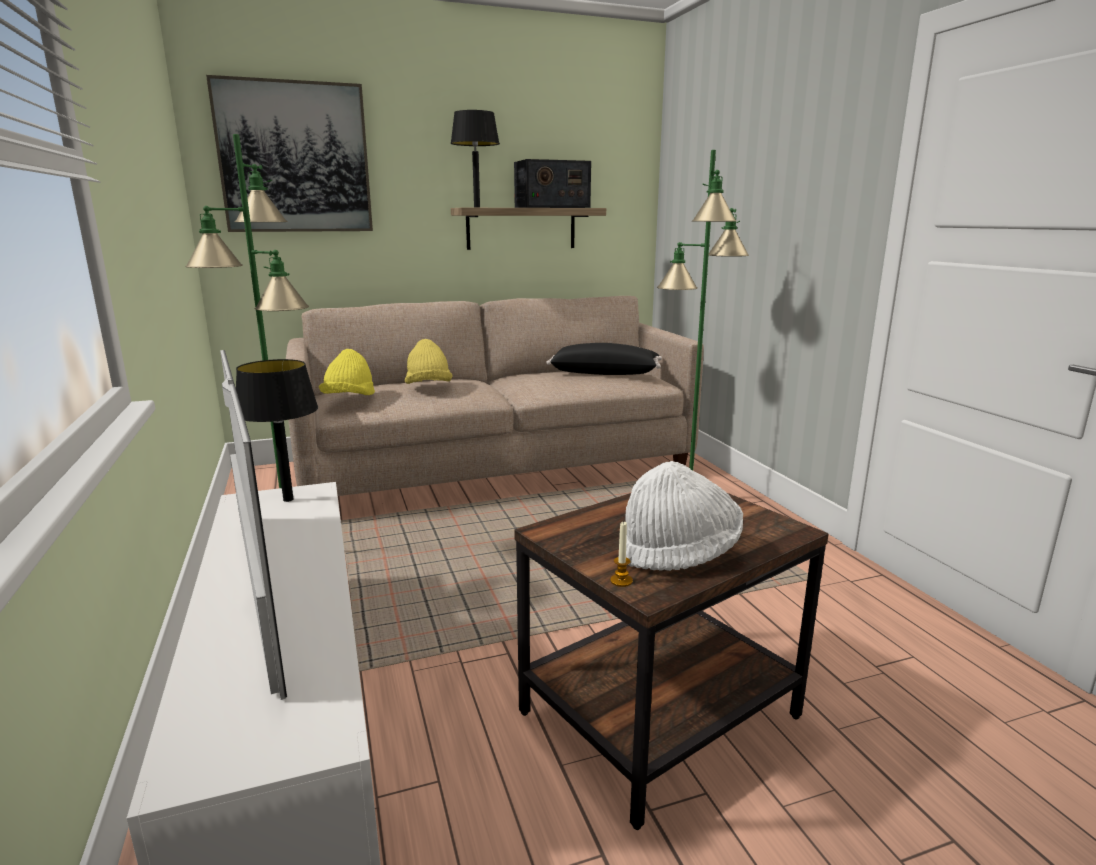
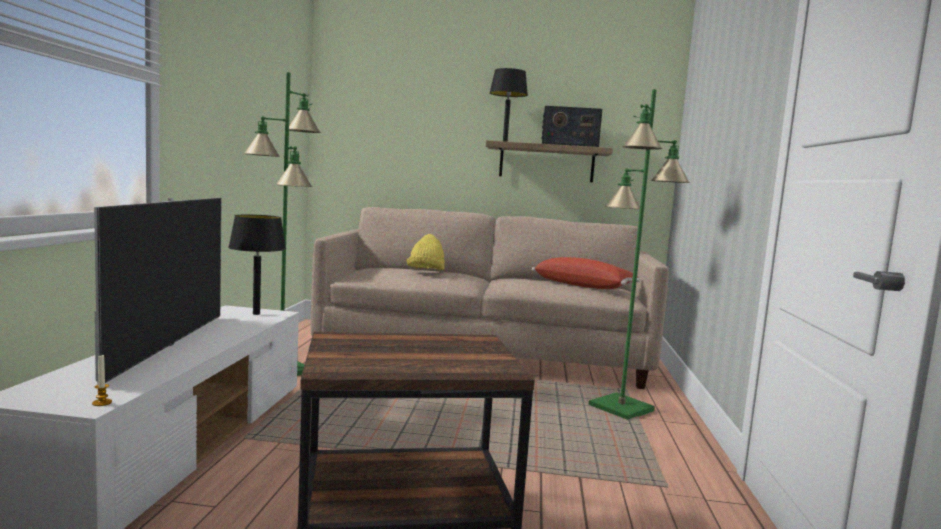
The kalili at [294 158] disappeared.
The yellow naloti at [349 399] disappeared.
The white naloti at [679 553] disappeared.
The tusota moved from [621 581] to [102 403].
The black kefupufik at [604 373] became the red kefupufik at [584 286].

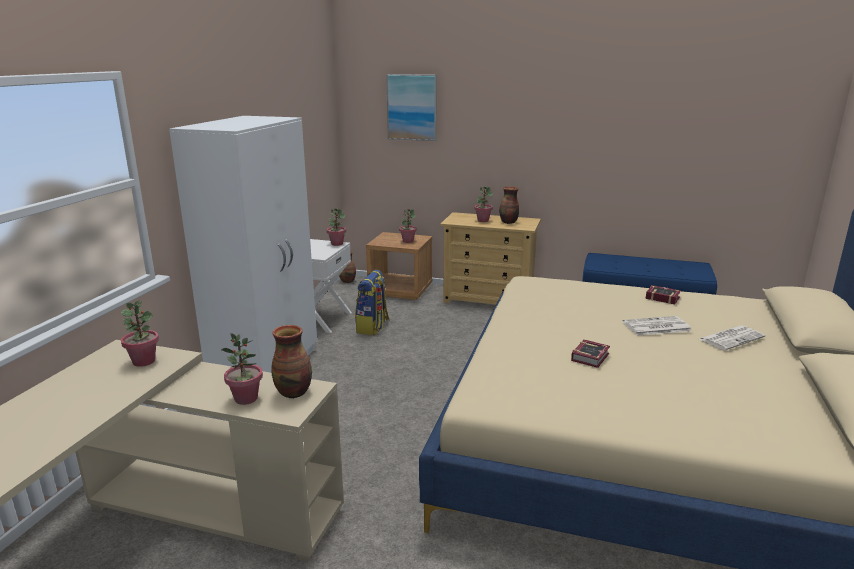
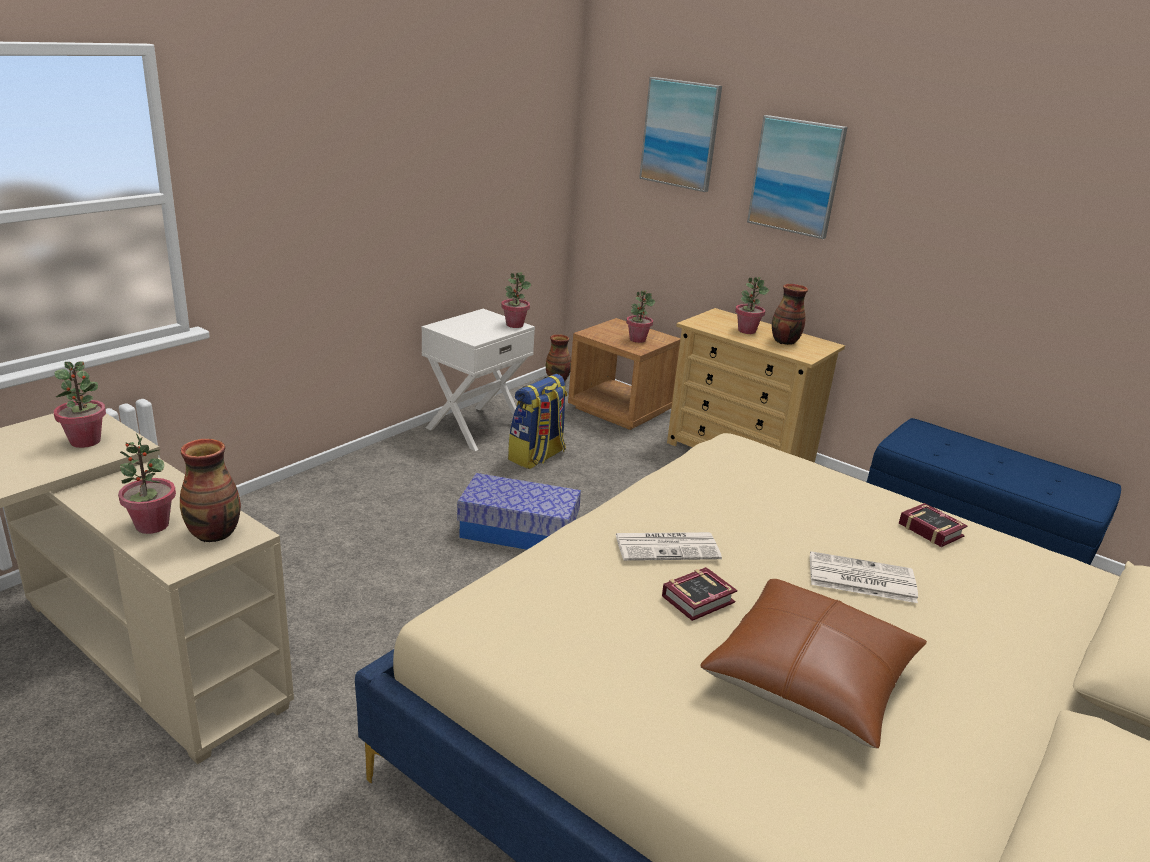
The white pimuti at [267 369] disappeared.
The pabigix at [518 531] appeared.
The brown kefupufik at [810 678] appeared.
The kalili at [796 176] appeared.
The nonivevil moved from [731 338] to [668 547].

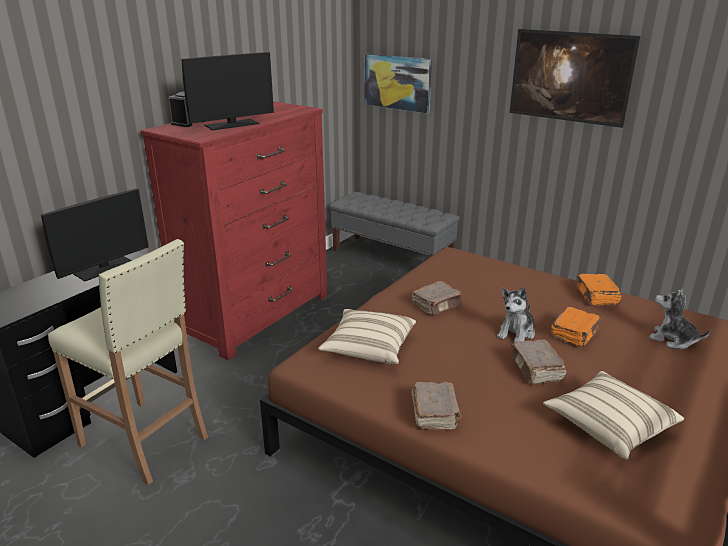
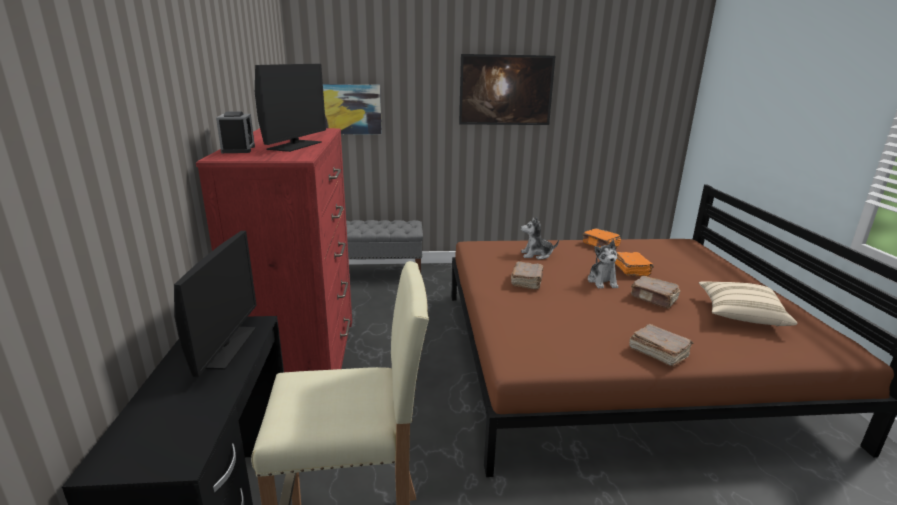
The beige kefupufik at [369 348] disappeared.
The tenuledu moved from [672 340] to [536 255].

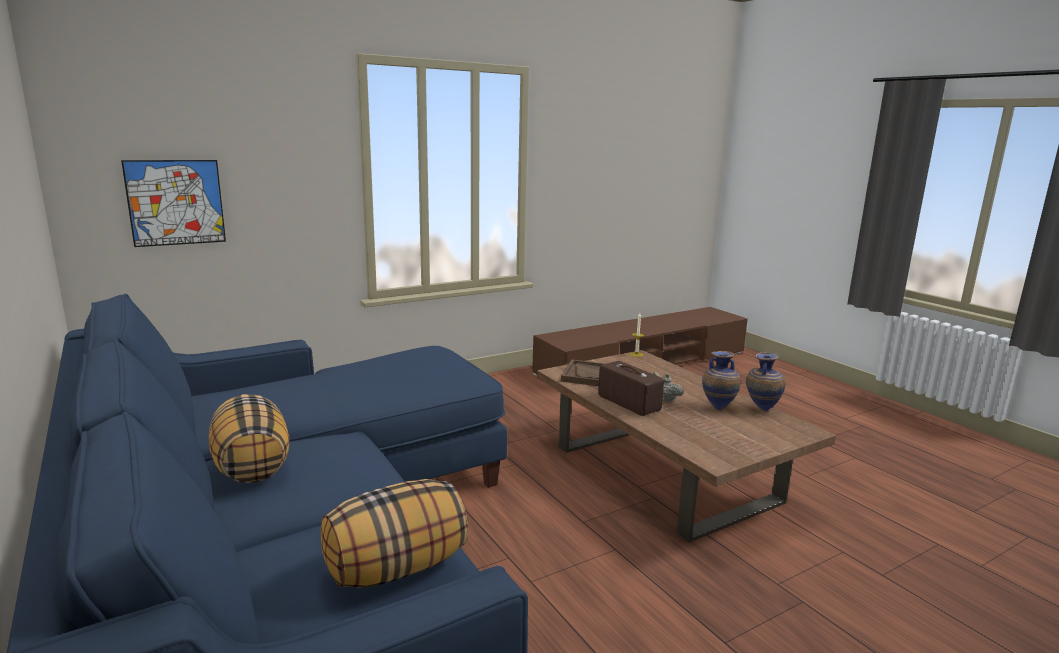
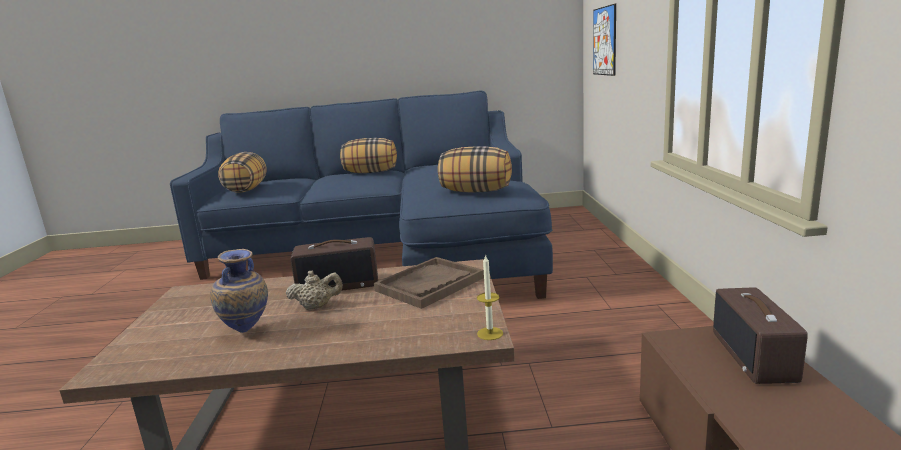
The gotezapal at [761 409] disappeared.
The kefupufik at [476 191] appeared.
The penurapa at [755 356] appeared.

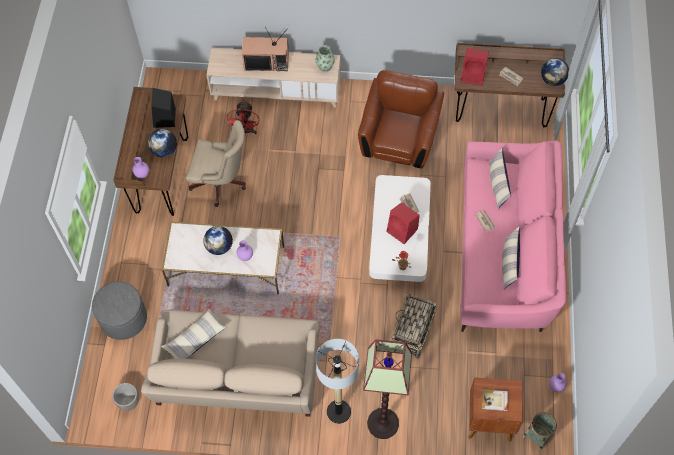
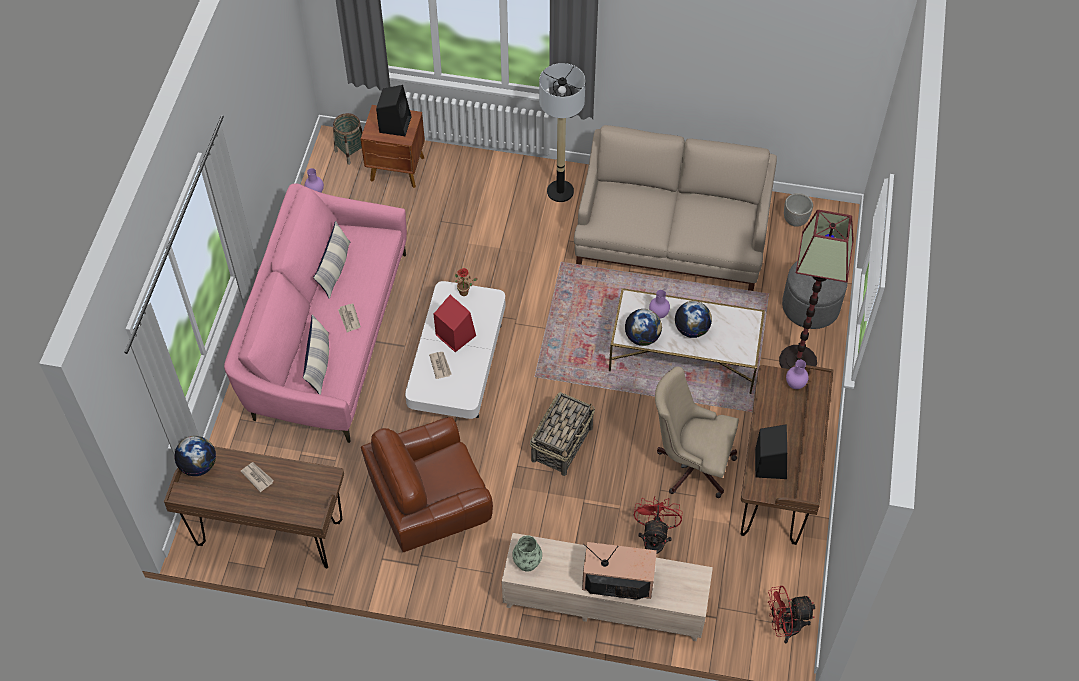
The kefupufik at [195 339] disappeared.
The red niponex at [474 75] disappeared.
The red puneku at [784 627] appeared.
The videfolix moved from [164 150] to [642 337].
The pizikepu moved from [382 423] to [798 361].
The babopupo moved from [412 333] to [562 443].
The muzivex at [494 400] was replaced by the black niponex at [395 123].
The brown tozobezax at [399 139] turned 45 degrees clockwise.

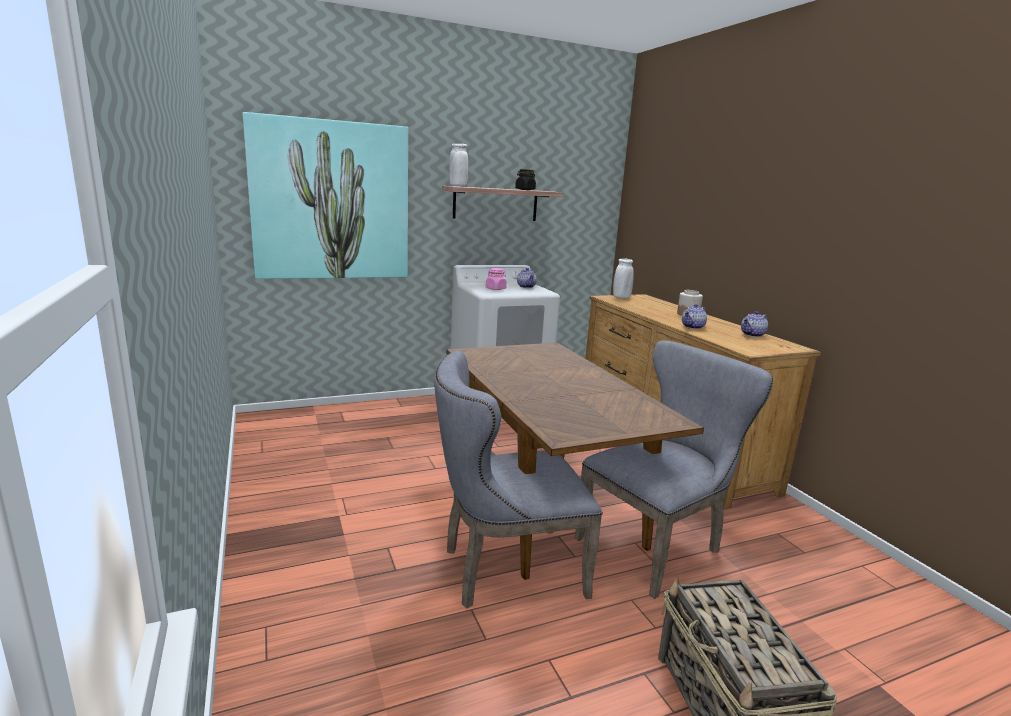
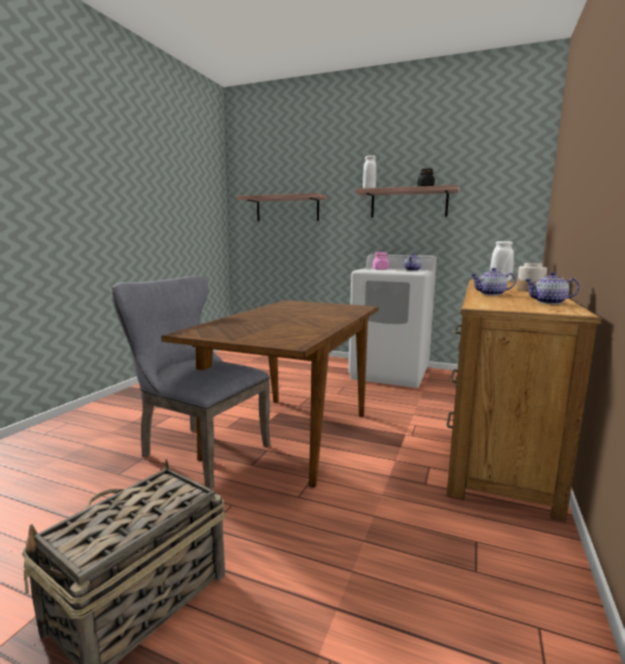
The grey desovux at [656 544] disappeared.
The kalili at [331 201] was replaced by the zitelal at [287 209].

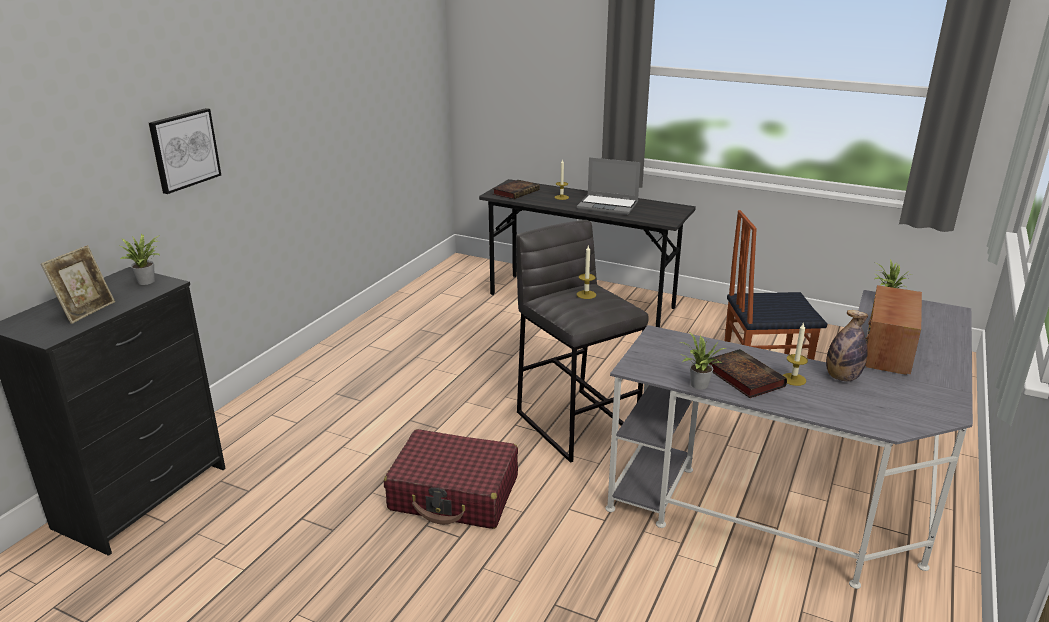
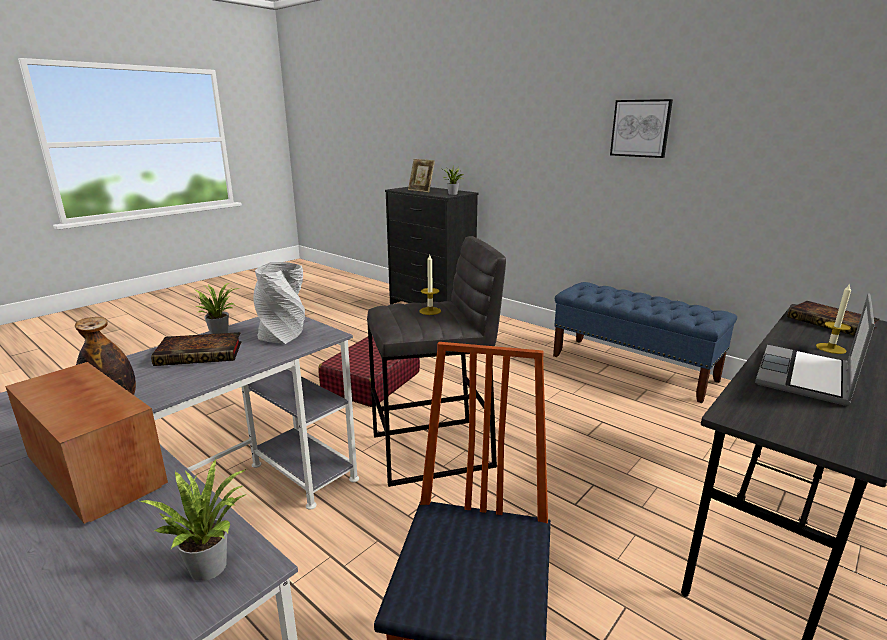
The tusota at [793 379] disappeared.
The grey gotezapal at [283 335] appeared.
The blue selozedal at [633 368] appeared.
The kalili moved from [184 150] to [640 128].

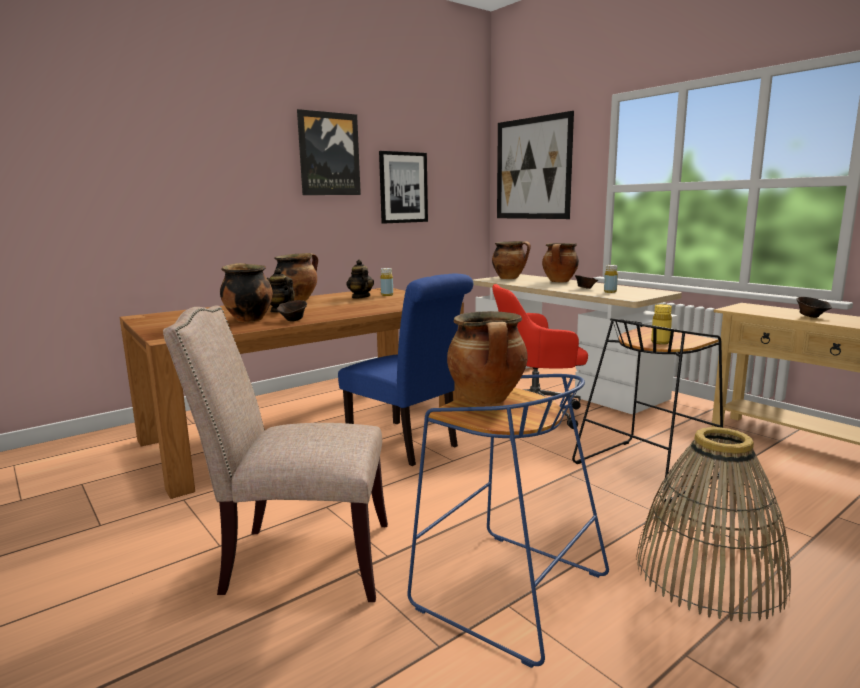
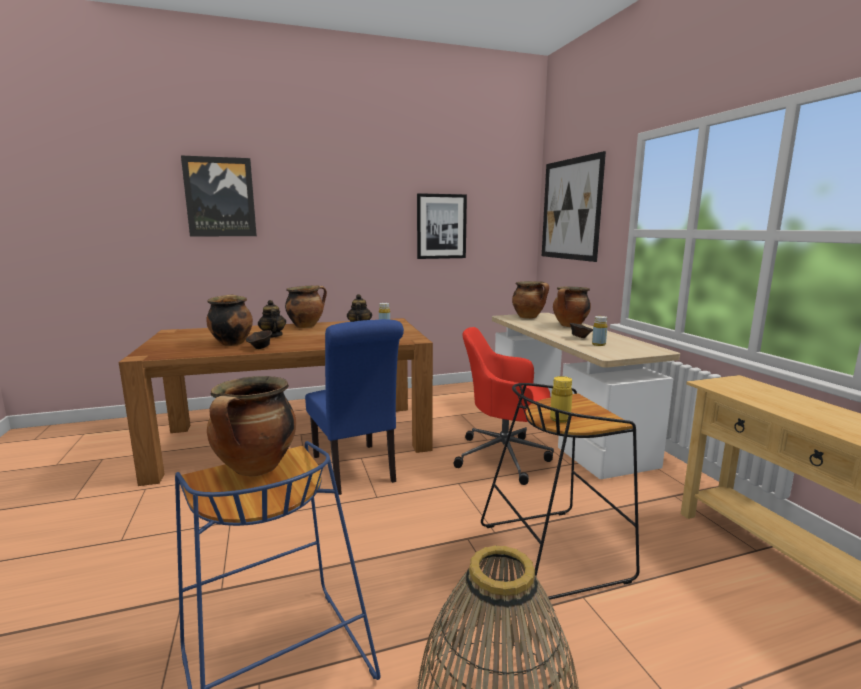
The beige desovux at [300 560] disappeared.
The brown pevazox at [811 316] disappeared.
The kalili moved from [329 154] to [220 197].

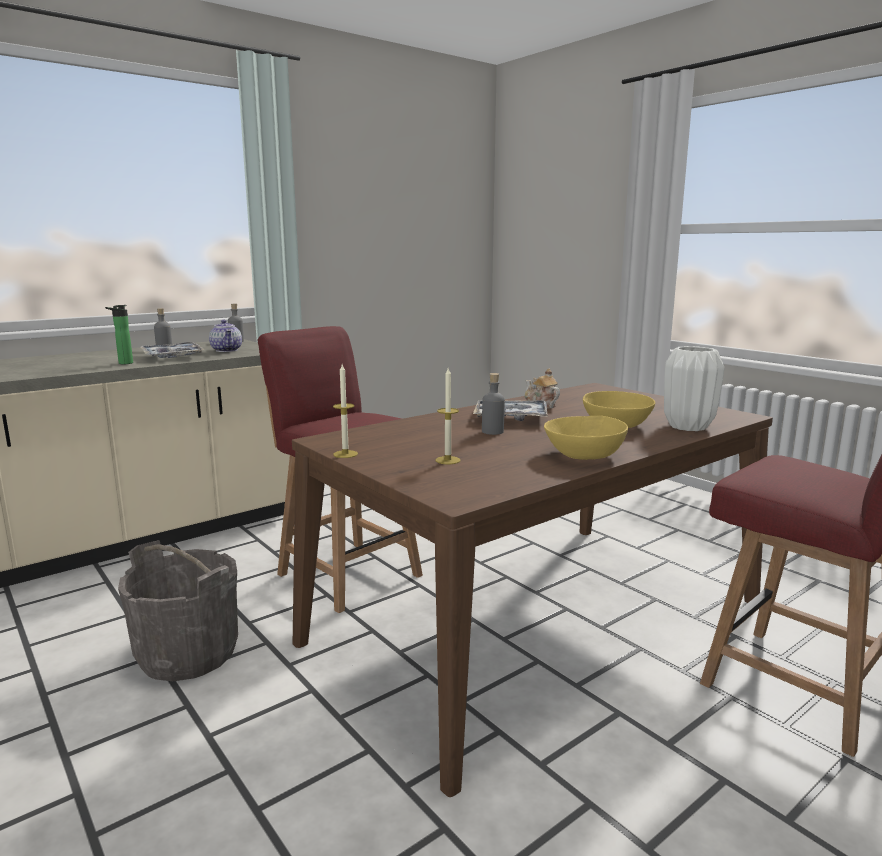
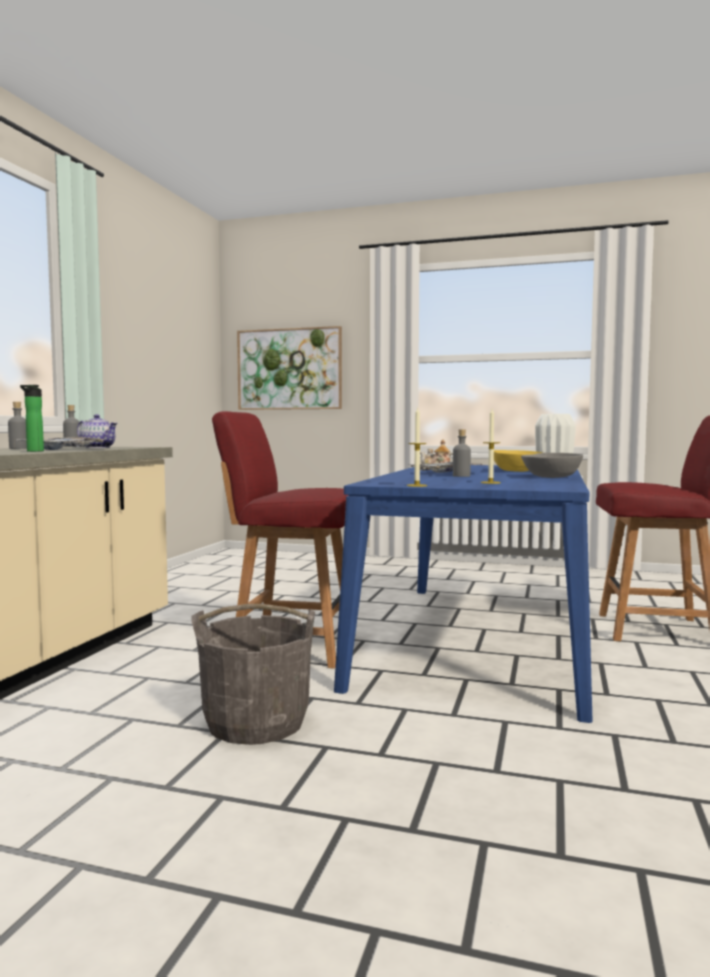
The kalili at [289 369] appeared.
The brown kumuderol at [538 621] became the blue kumuderol at [480 638].
The yellow pevazox at [583 455] became the grey pevazox at [551 477].

